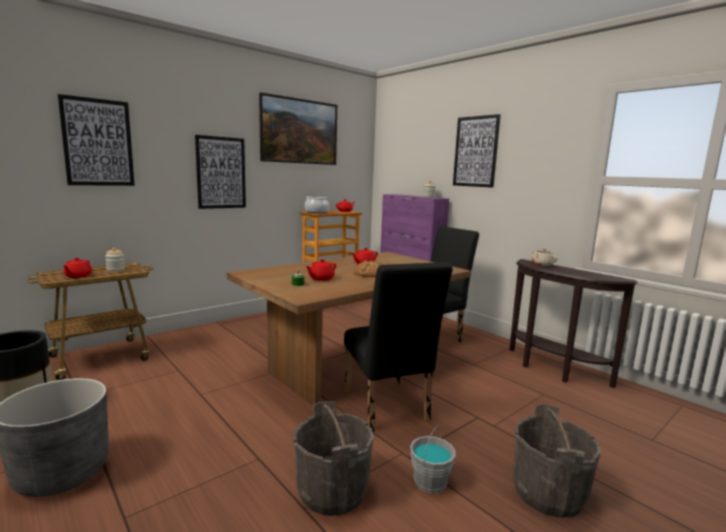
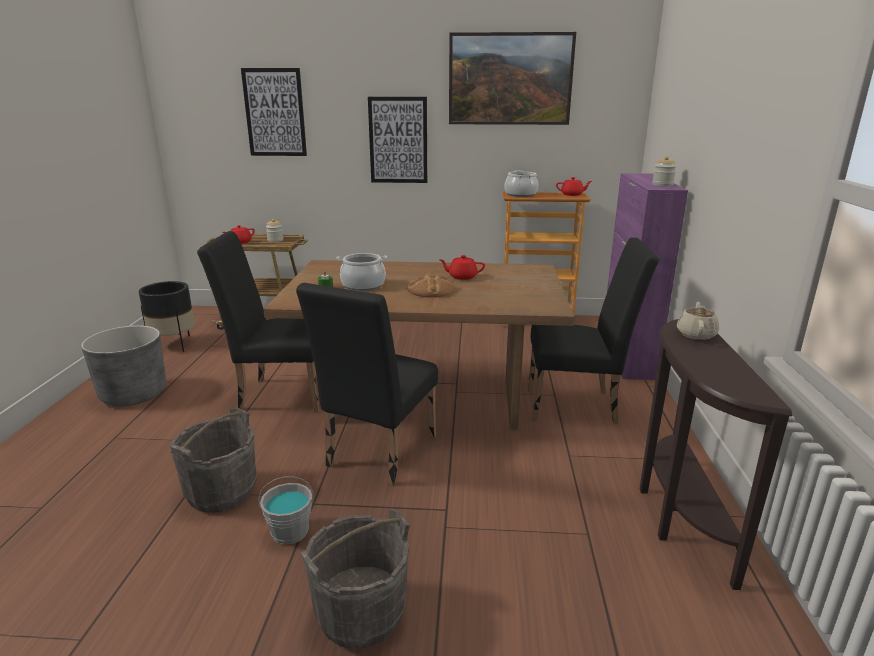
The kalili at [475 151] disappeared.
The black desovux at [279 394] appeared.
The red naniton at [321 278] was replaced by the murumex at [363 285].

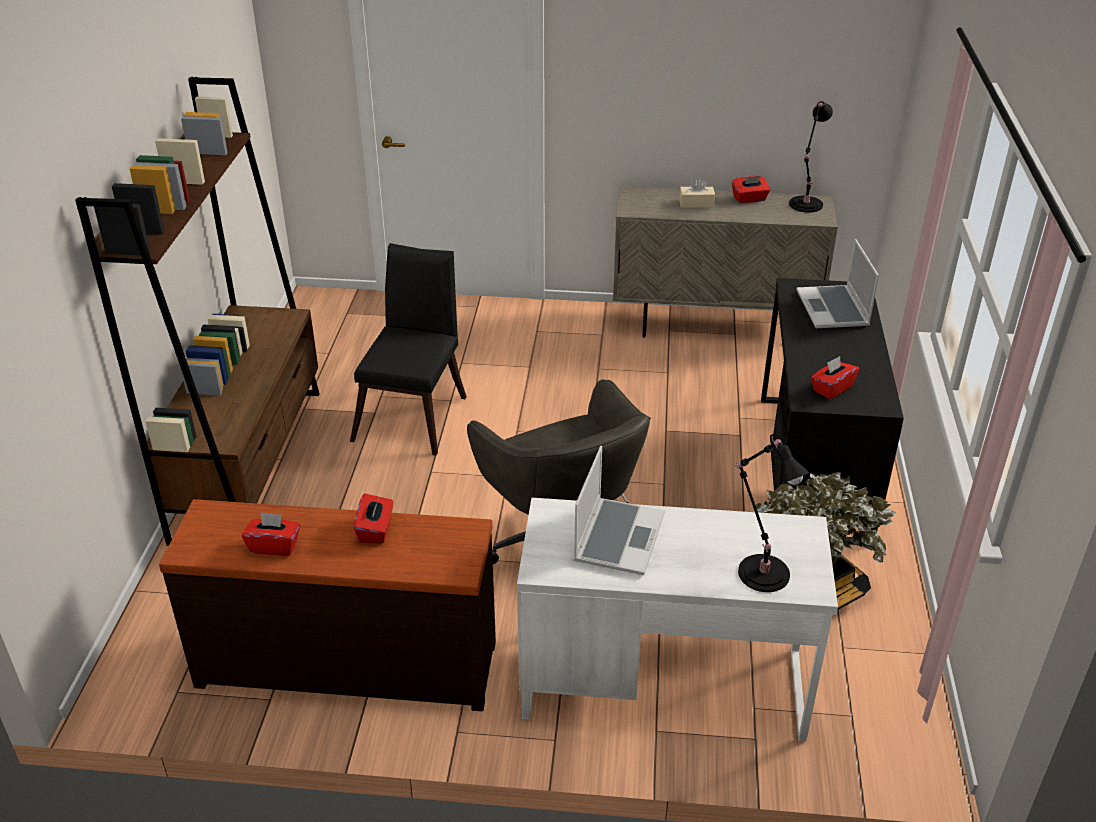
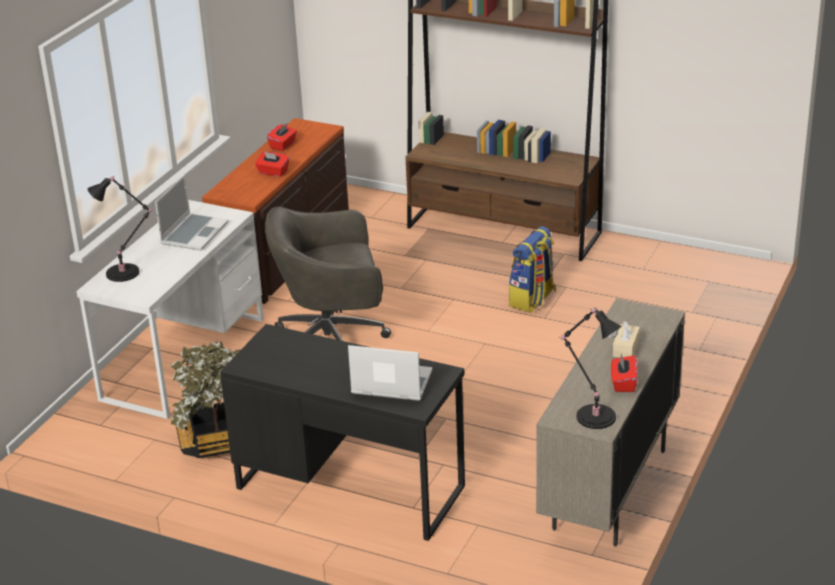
The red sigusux at [832 389] disappeared.
The black desovux at [414 414] was replaced by the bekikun at [532 299].
The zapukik at [618 537] turned 105 degrees counterclockwise.

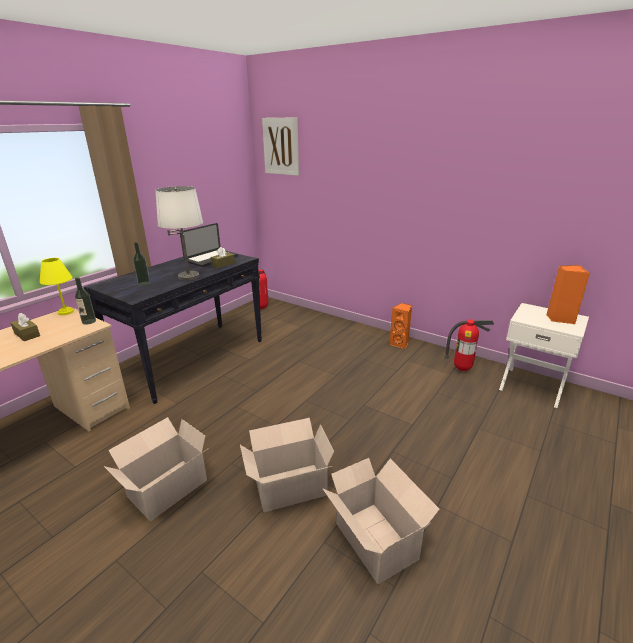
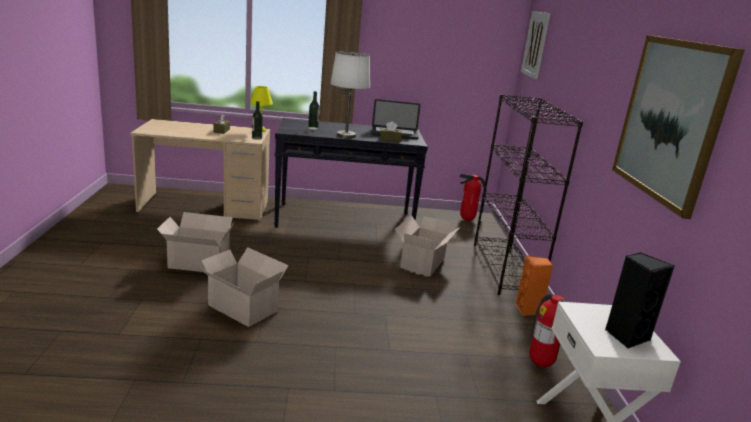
The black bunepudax at [505 269] appeared.
The kalili at [670 120] appeared.
The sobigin moved from [375 538] to [423 262].
The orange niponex at [559 318] became the black niponex at [626 336].

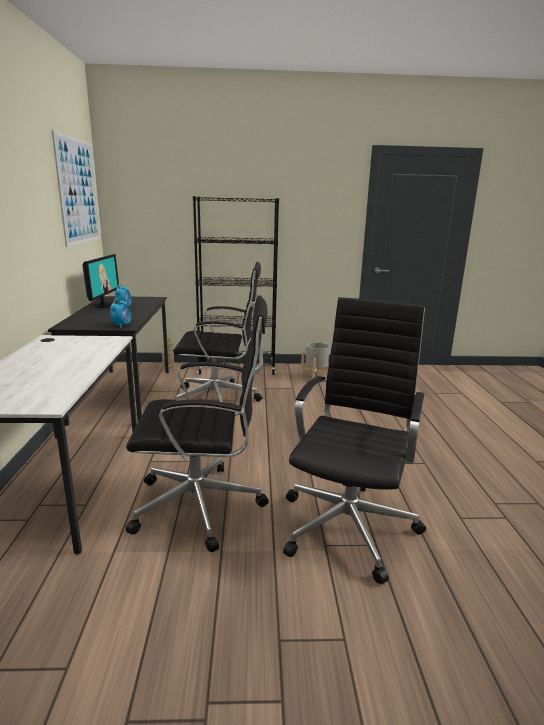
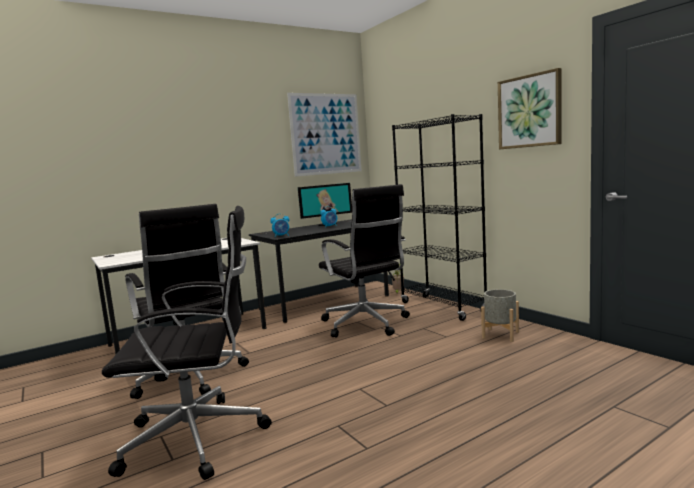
The kalili at [529 111] appeared.

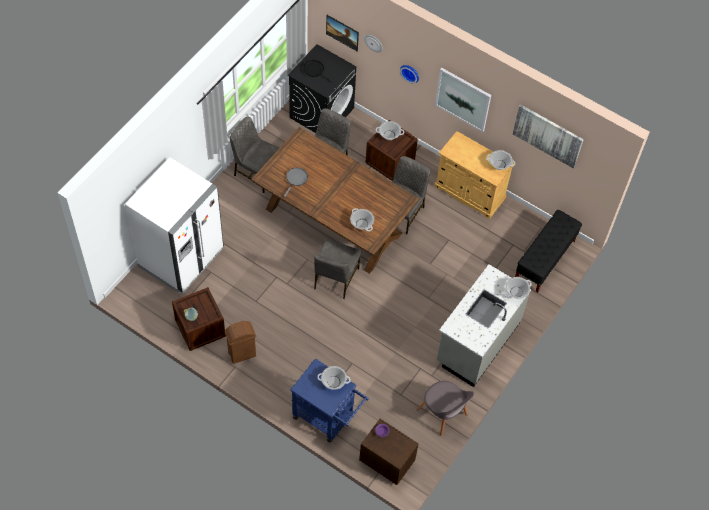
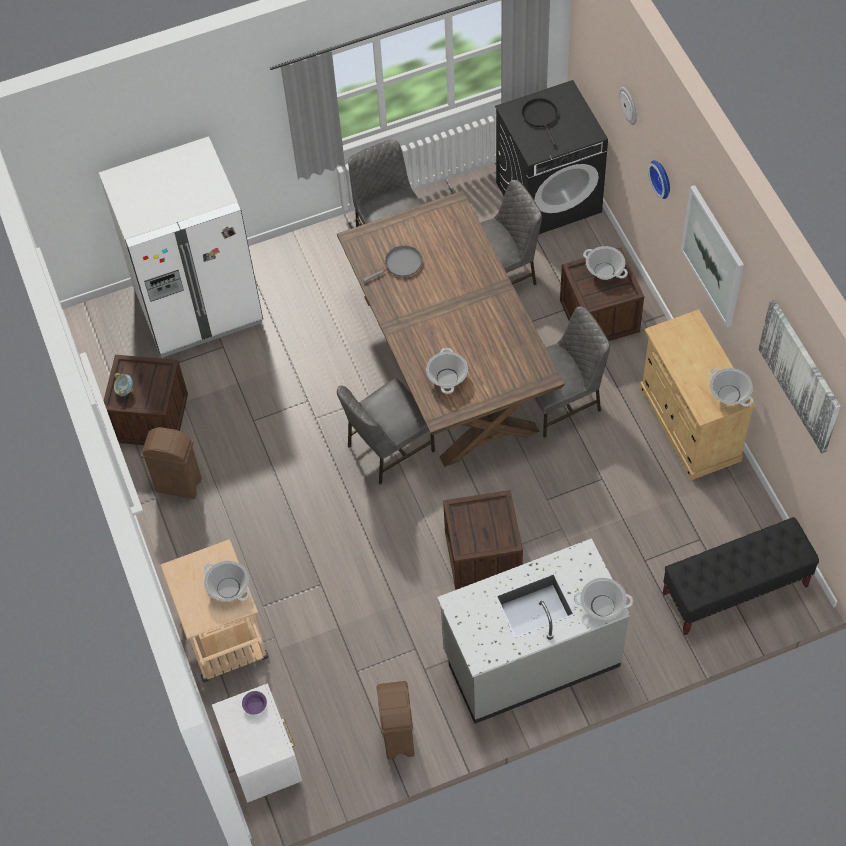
The kalili at [342 37] disappeared.
The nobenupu at [482 555] appeared.
The grey desovux at [443 414] was replaced by the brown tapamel at [398 738].
The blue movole at [327 418] became the beige movole at [227 644].
The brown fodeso at [386 460] became the white fodeso at [263 757].

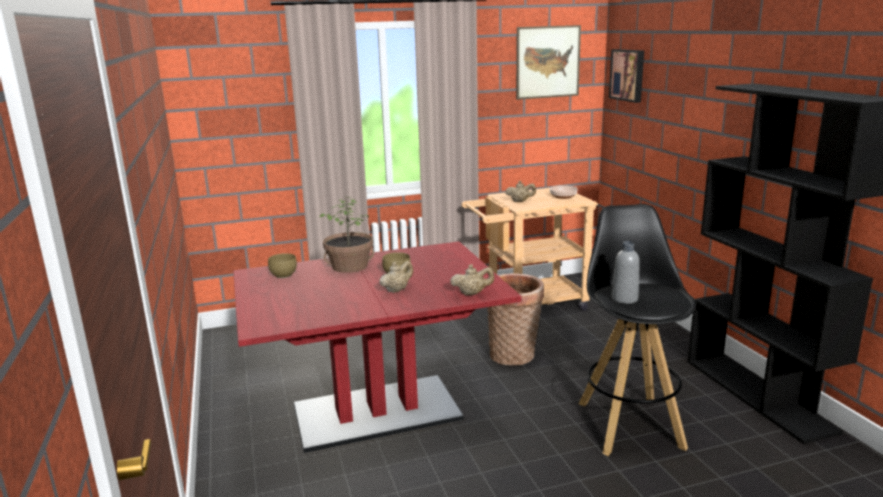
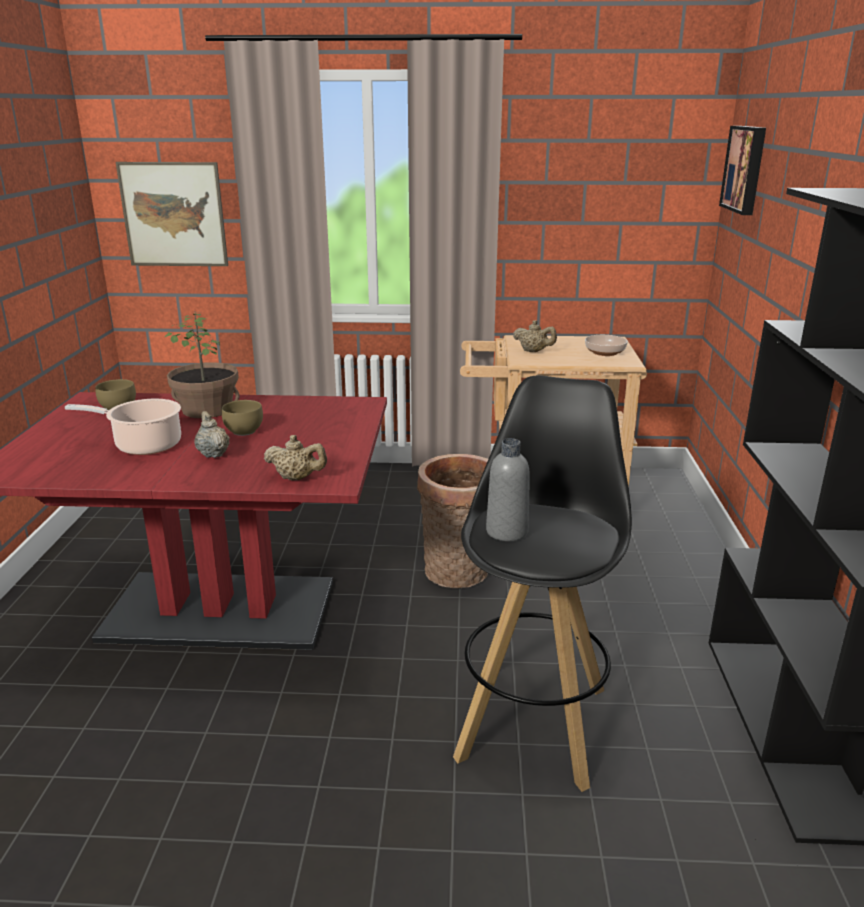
The murumex at [144 445] appeared.
The kalili moved from [548 62] to [173 215].
The beige naniton at [397 290] turned 90 degrees counterclockwise.

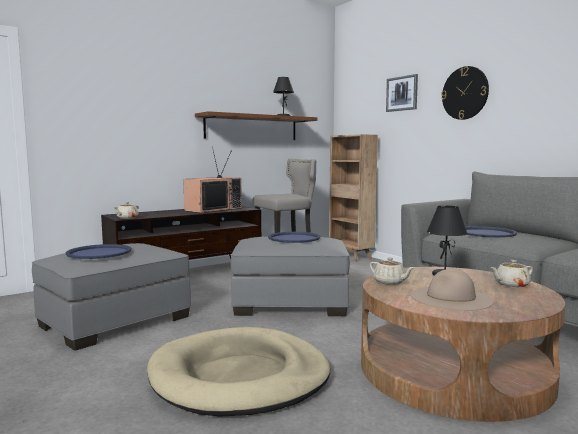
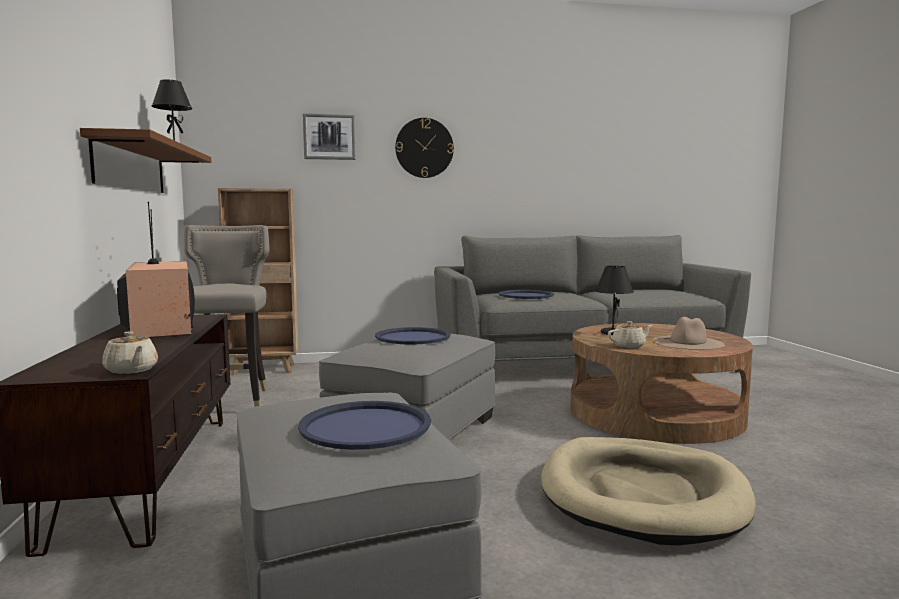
The beige naniton at [511 285] disappeared.

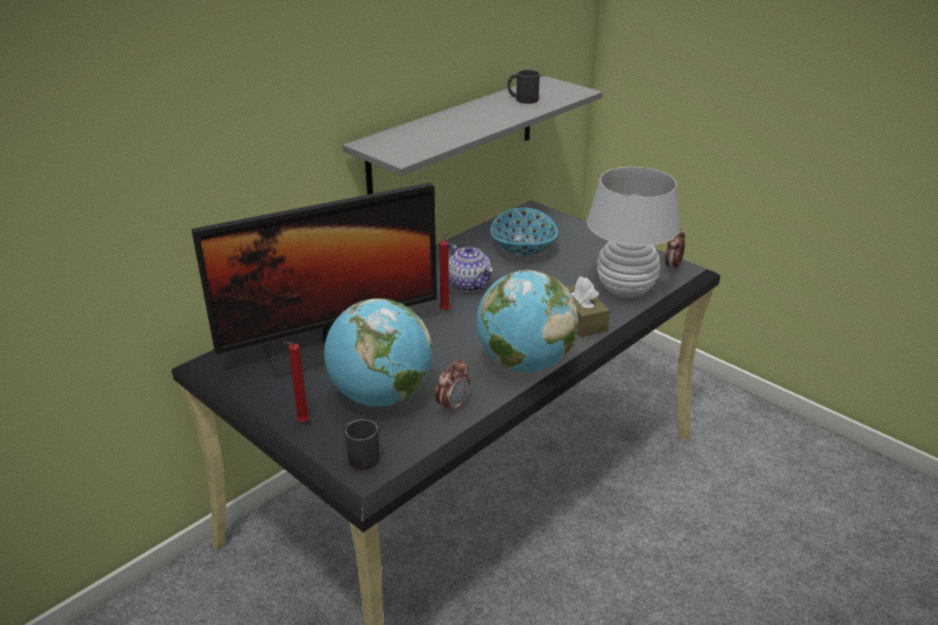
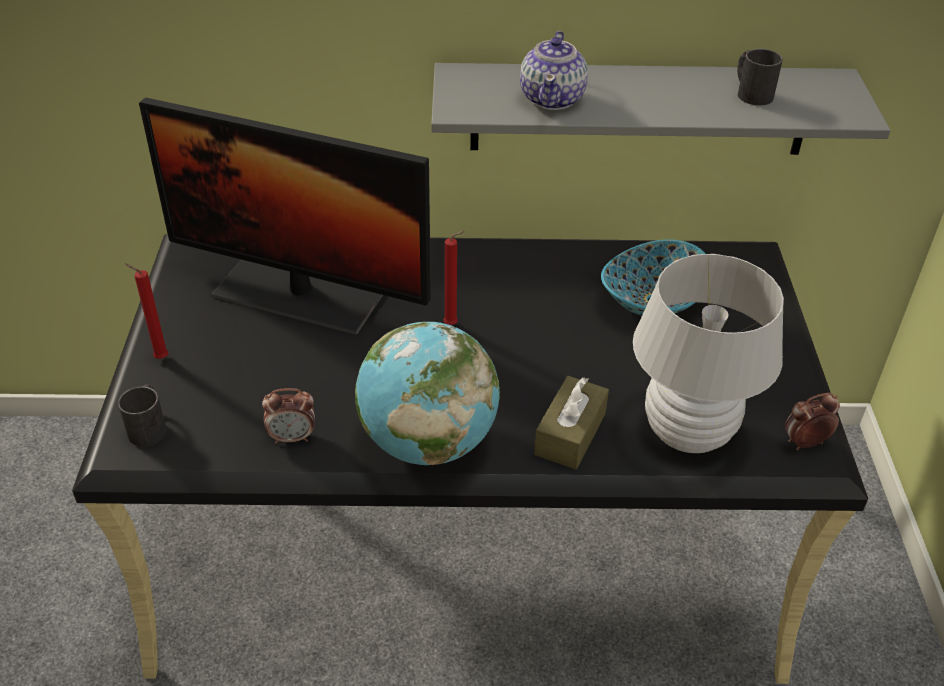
The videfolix at [381 396] disappeared.
The naniton moved from [469 284] to [553 98].

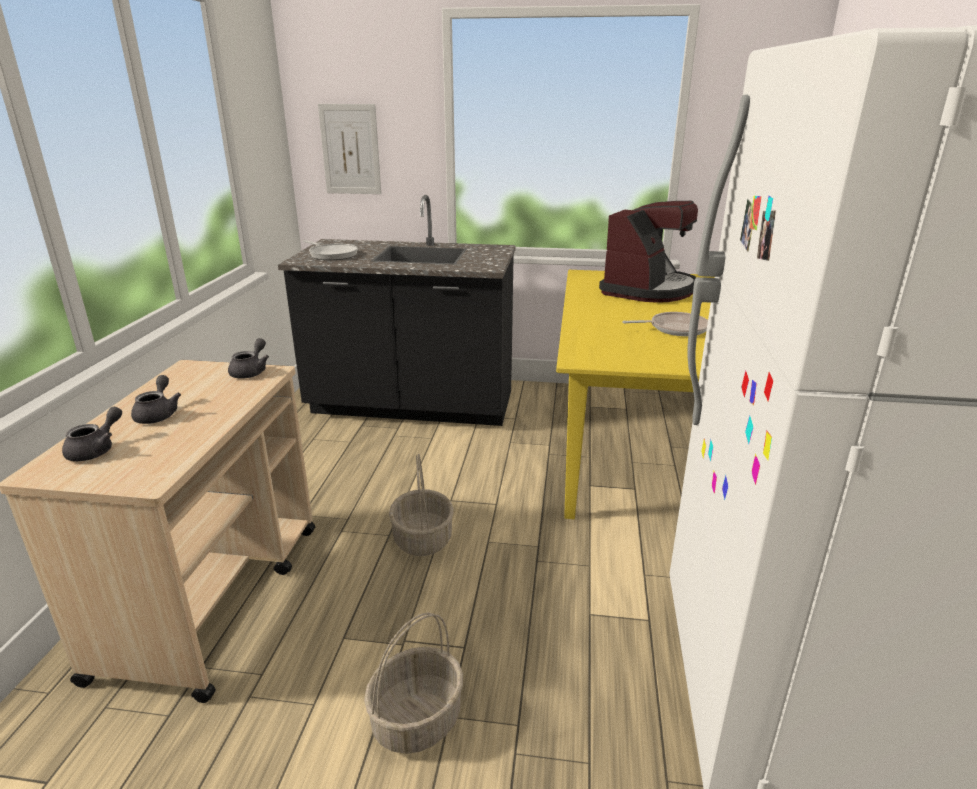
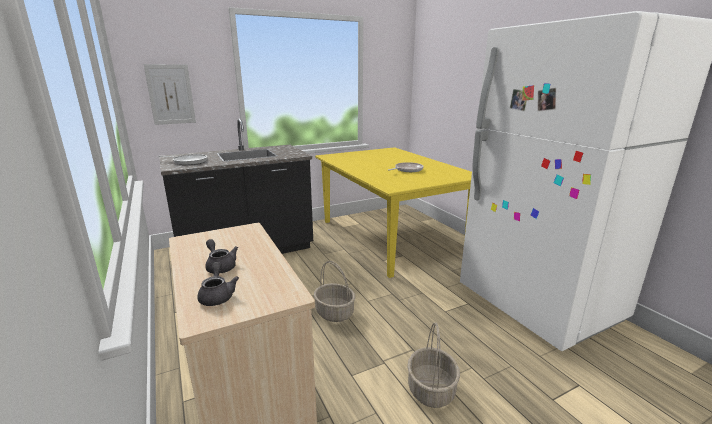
The grey naniton at [251 371] disappeared.
The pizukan at [649 290] disappeared.

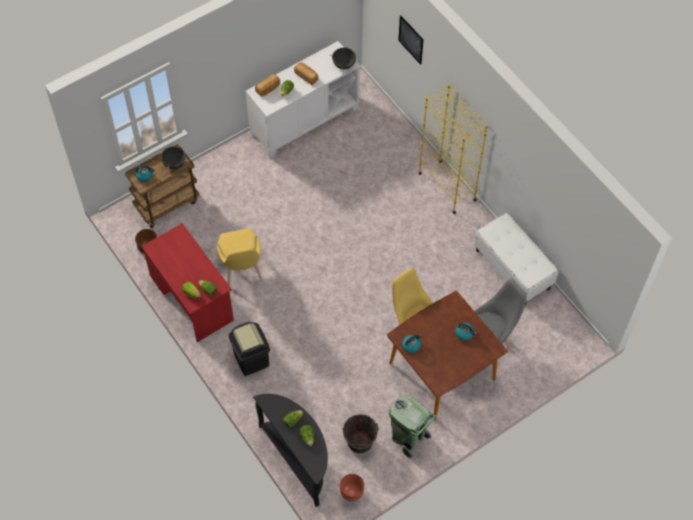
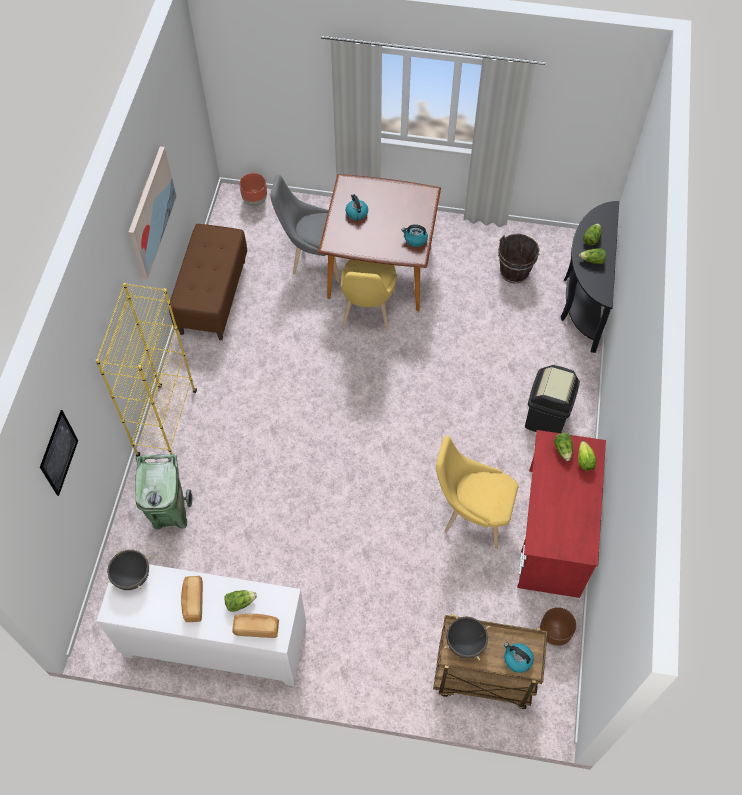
The kalili at [150 212] appeared.
The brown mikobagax moved from [351 493] to [255 200].
The green tapamel moved from [408 438] to [170 514].
The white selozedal at [513 269] became the brown selozedal at [213 296].
The yellow desovux at [242 271] turned 105 degrees counterclockwise.

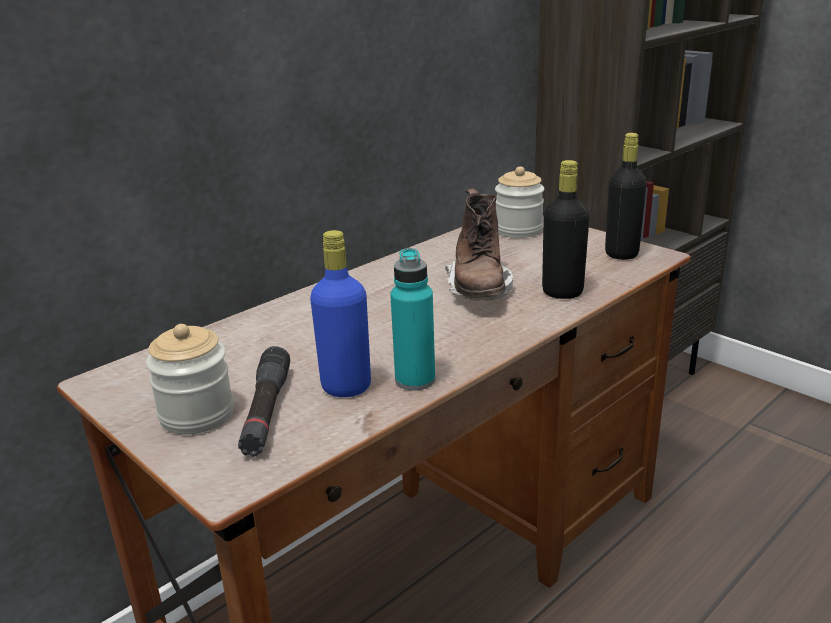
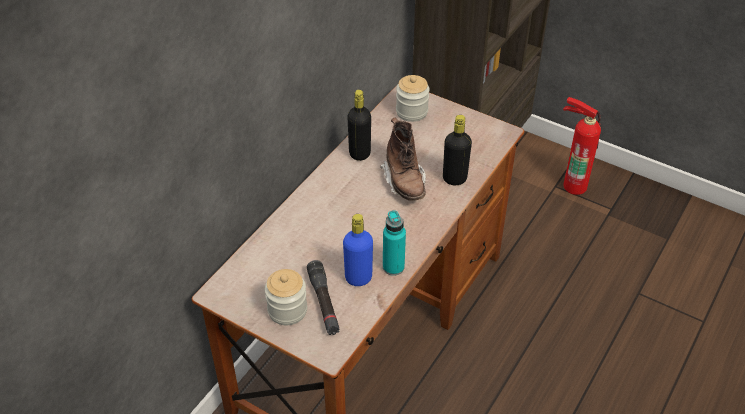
The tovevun at [574 184] appeared.
The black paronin moved from [621 254] to [359 153].

